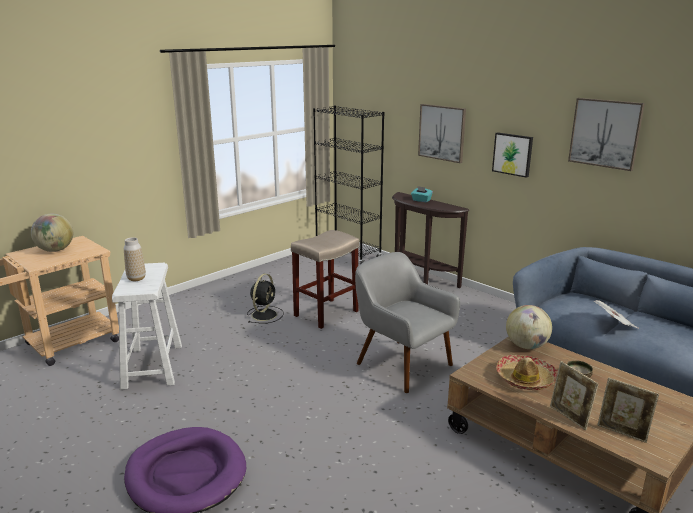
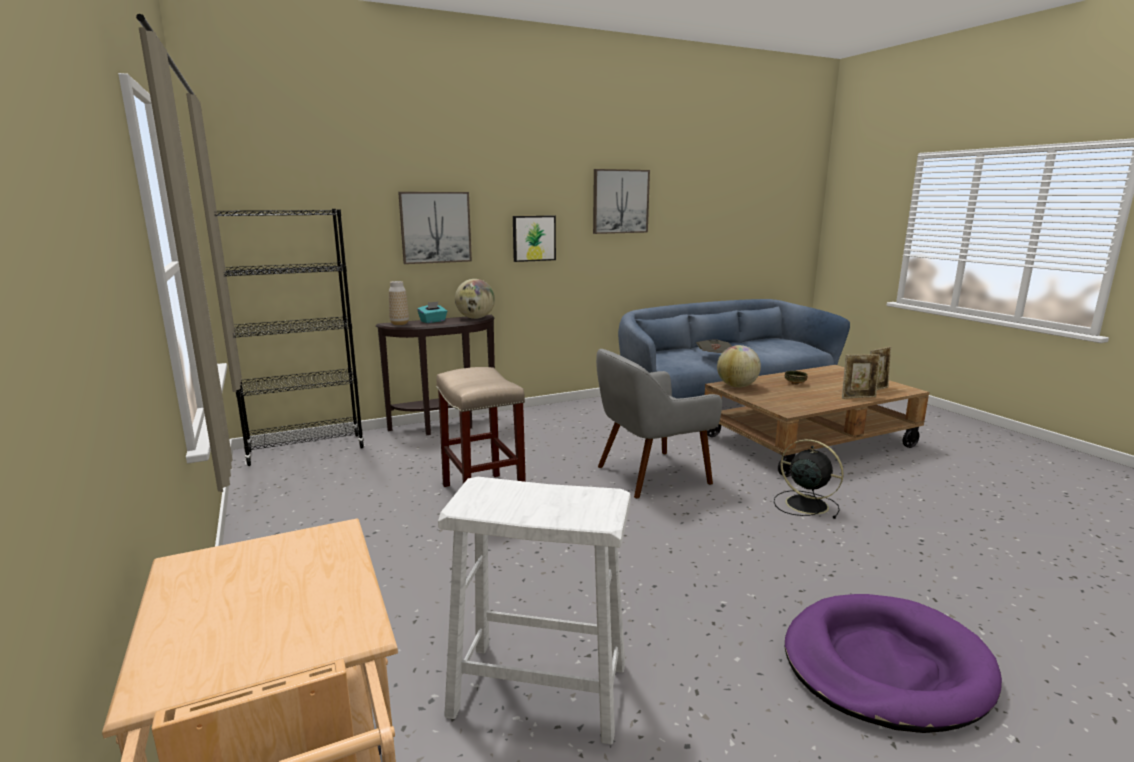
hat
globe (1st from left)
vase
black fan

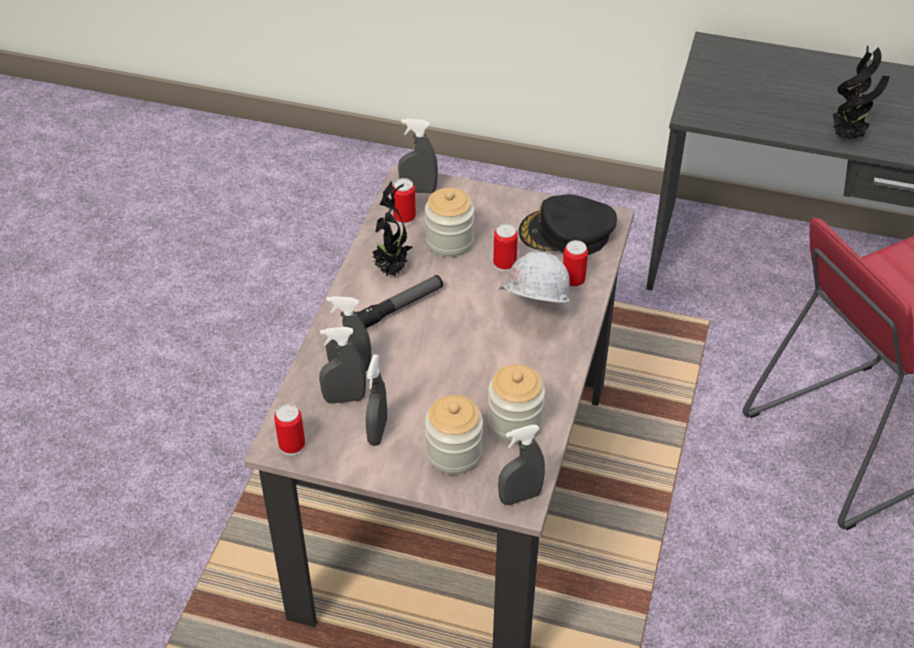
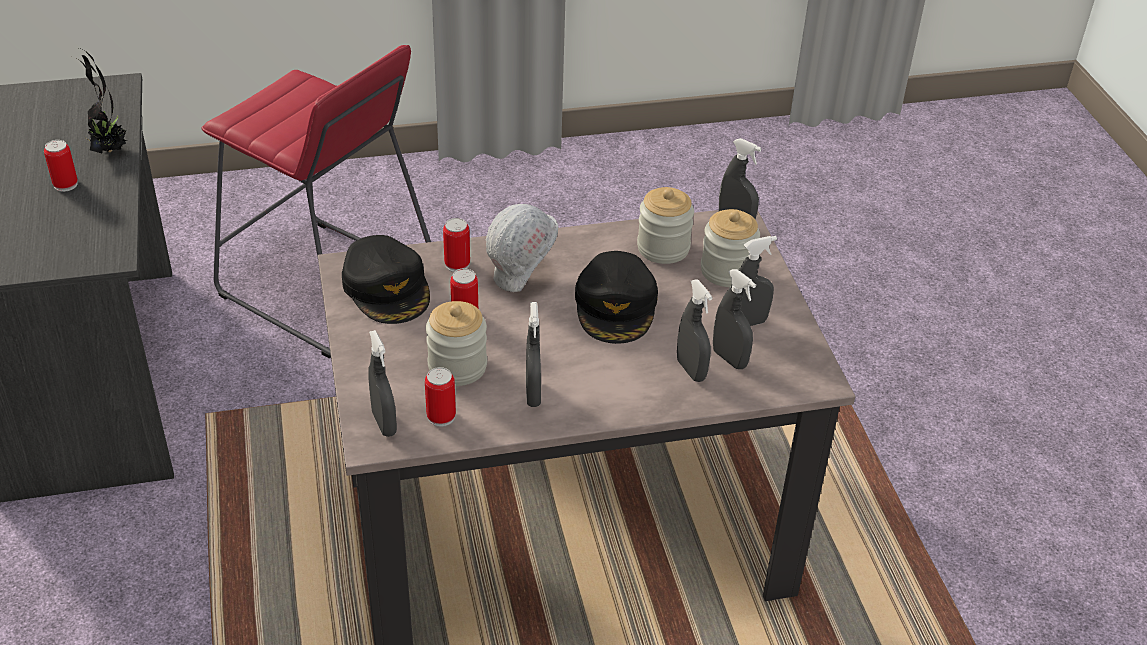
flashlight
black cap (2nd from left)
can (1st from left)
grey spray bottle (2nd from left)

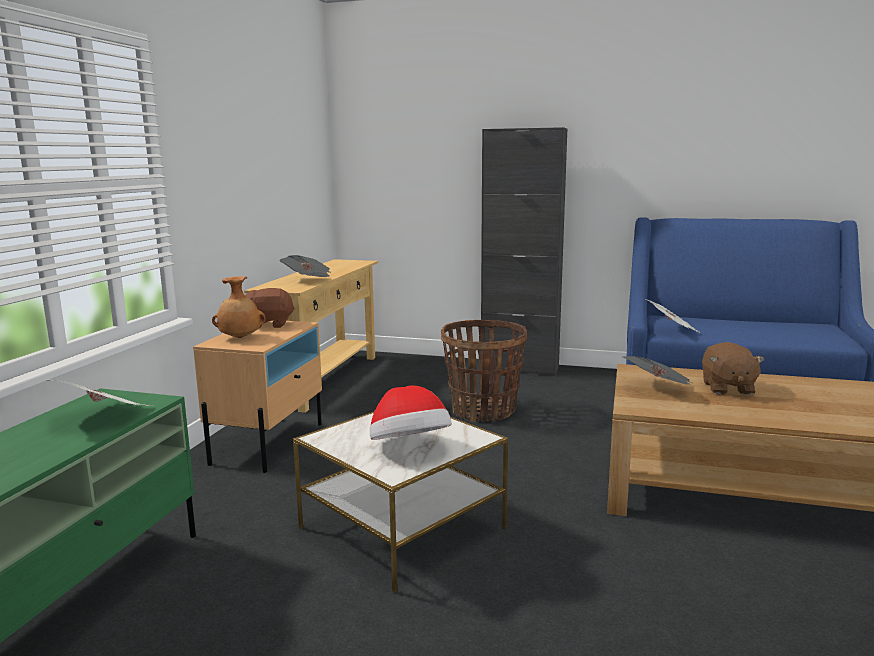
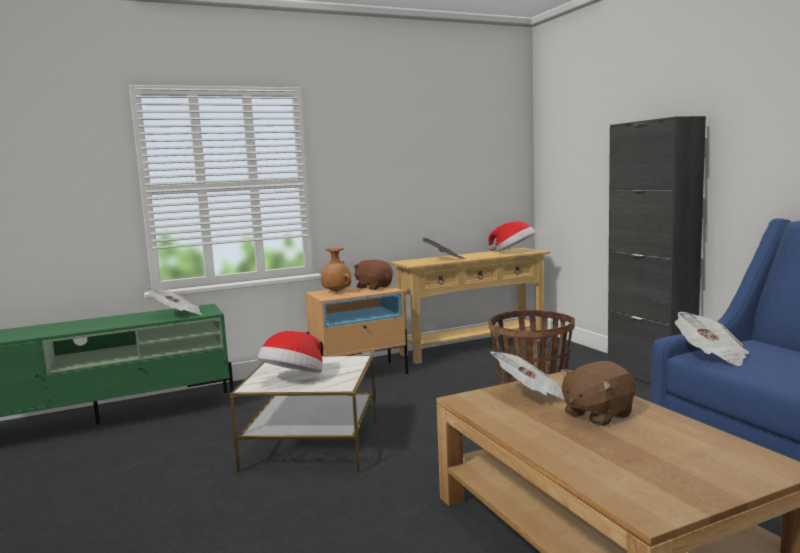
hat (2nd from left)

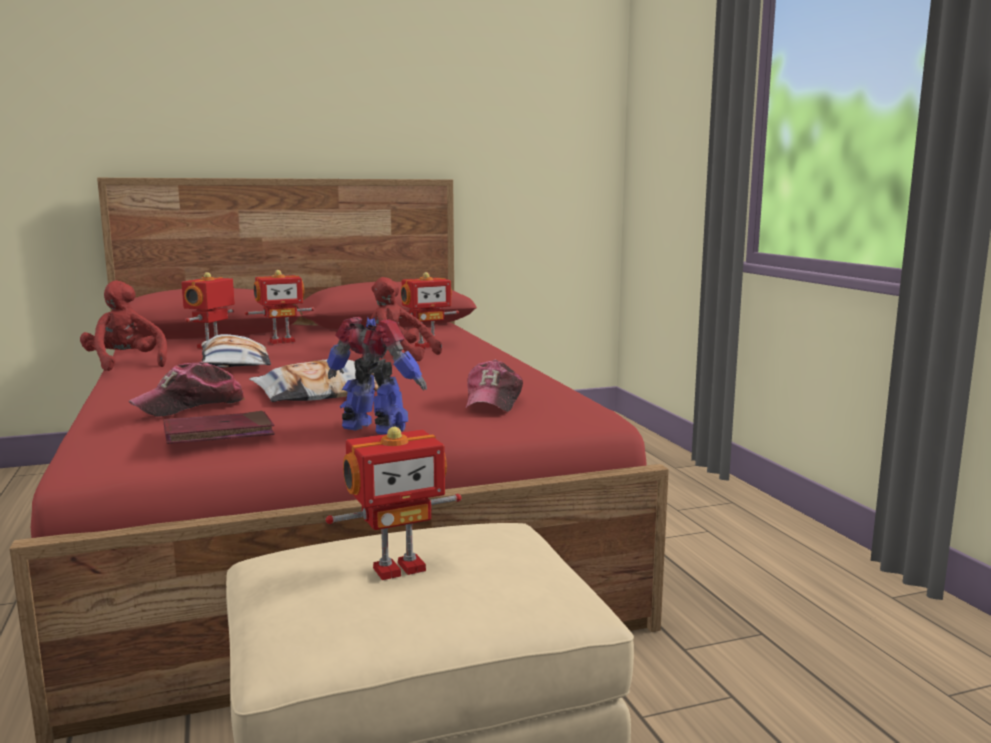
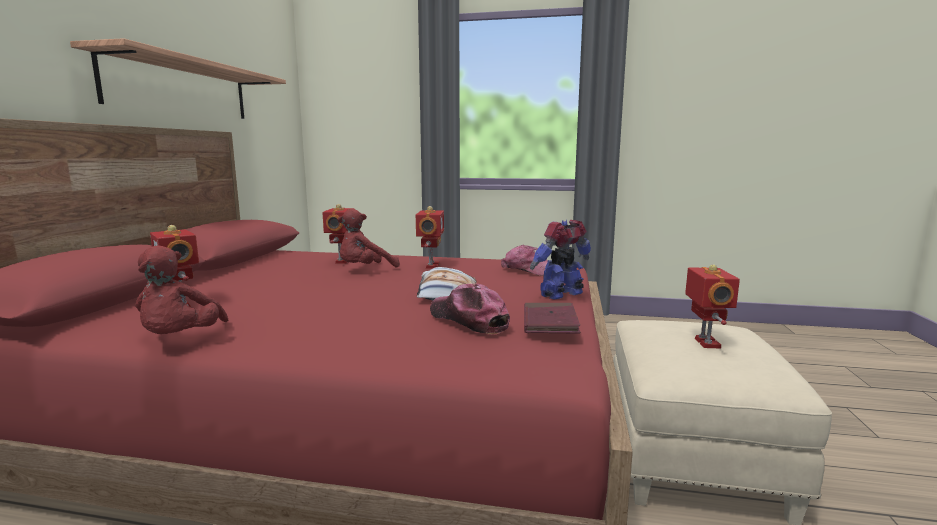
pillow (1st from left in the first image)
shelf
toy robot (3rd from left)
red plush toy (1st from left)
cap (1st from left)

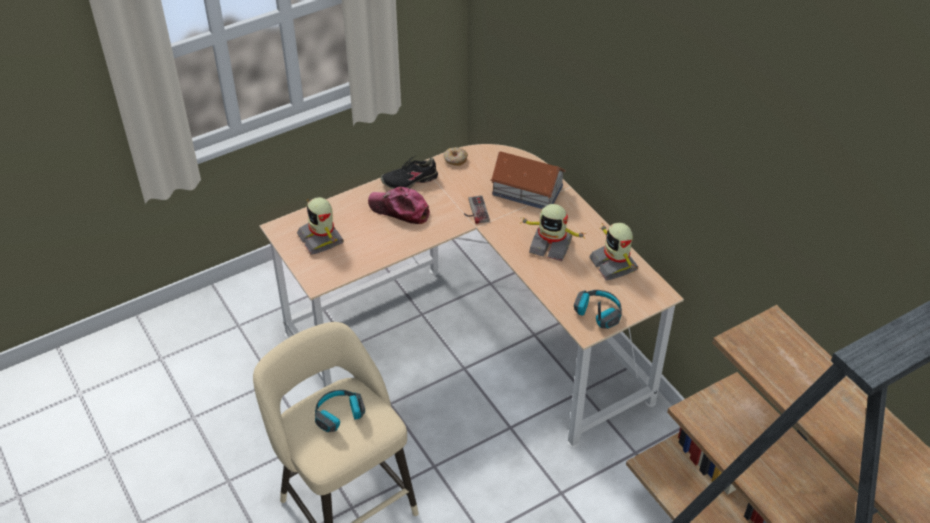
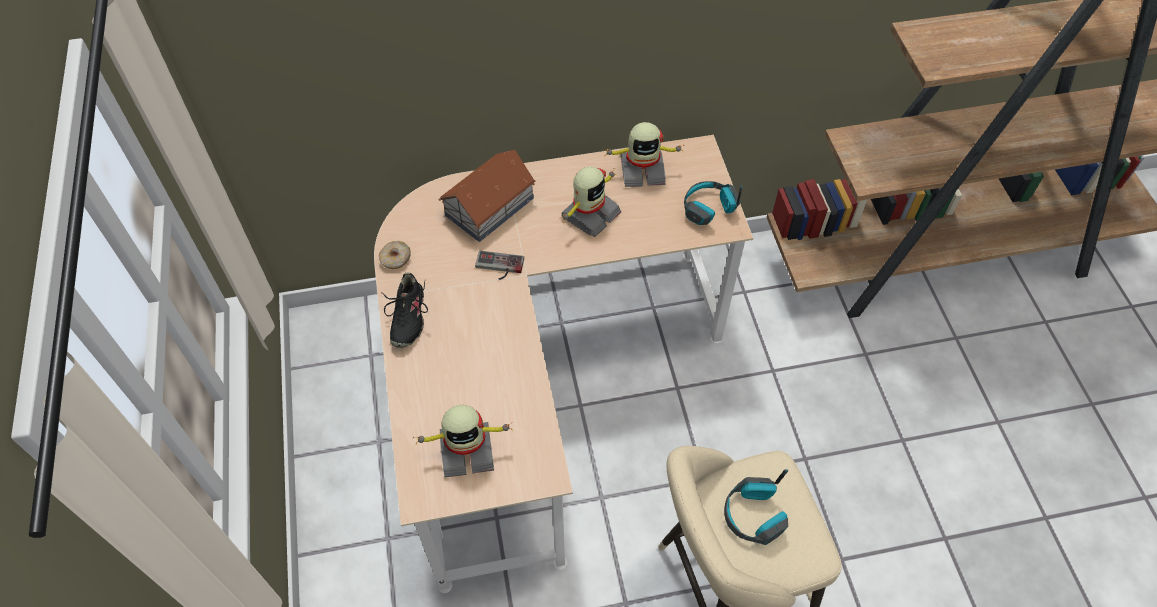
cap

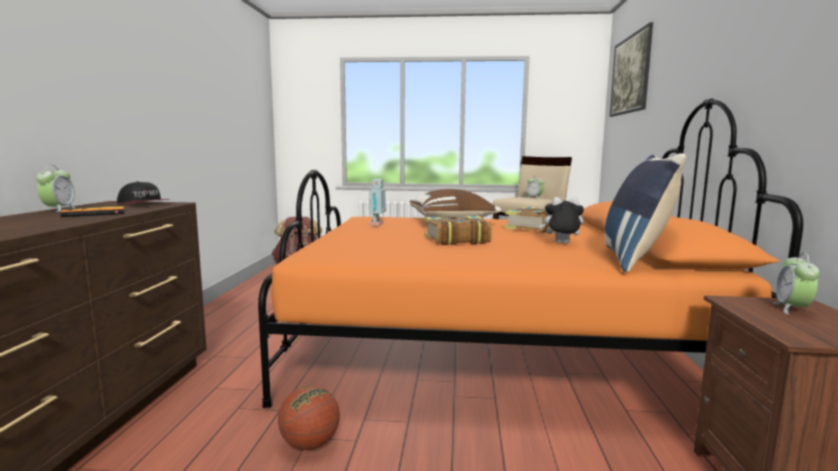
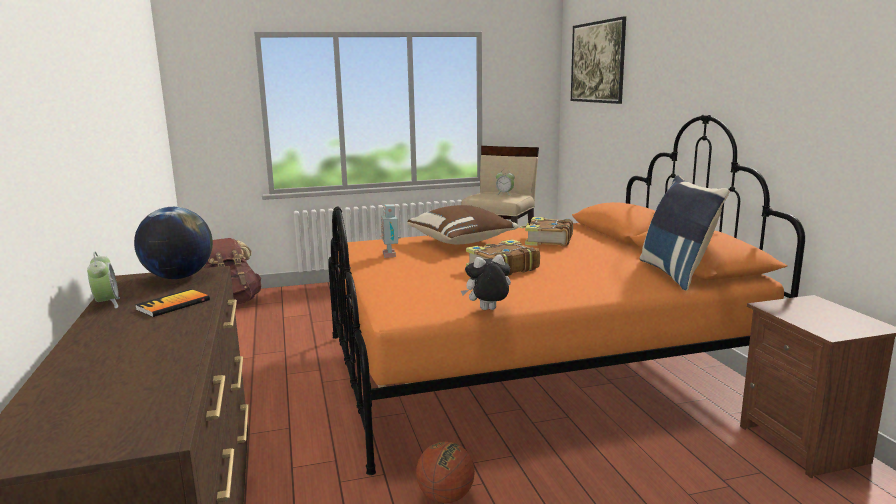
alarm clock (3rd from left in the first image)
plush toy
globe

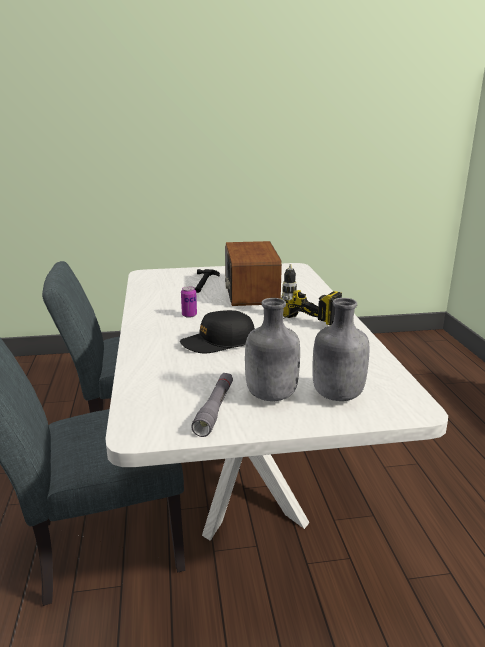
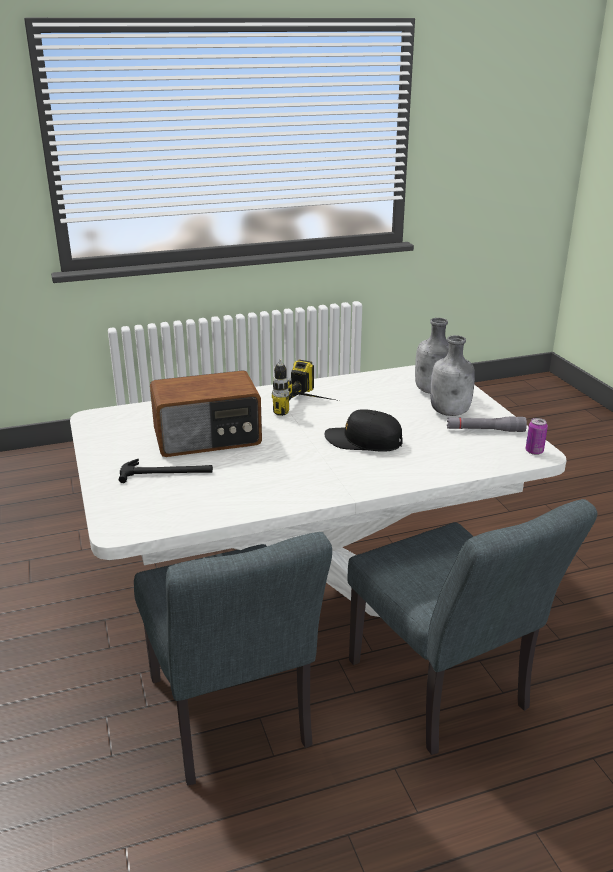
can
black cap

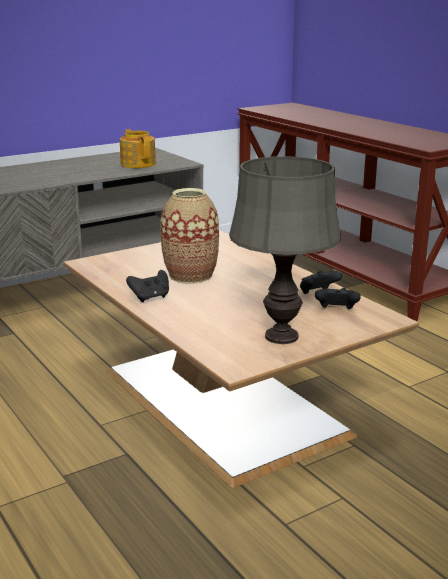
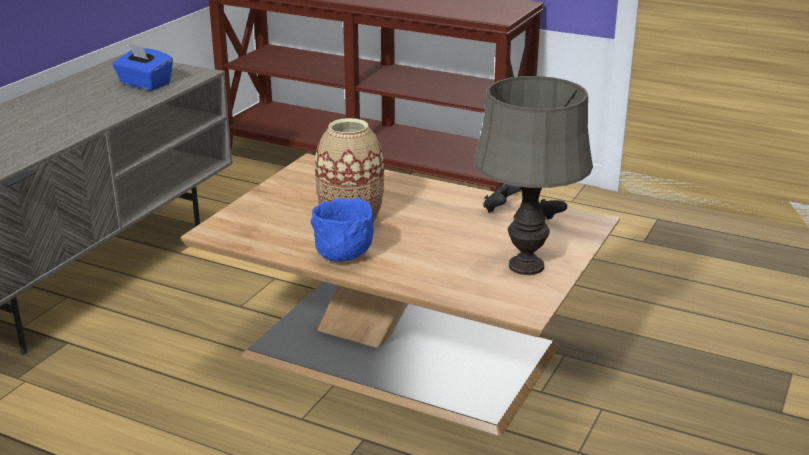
blue tissue box
blue bowl

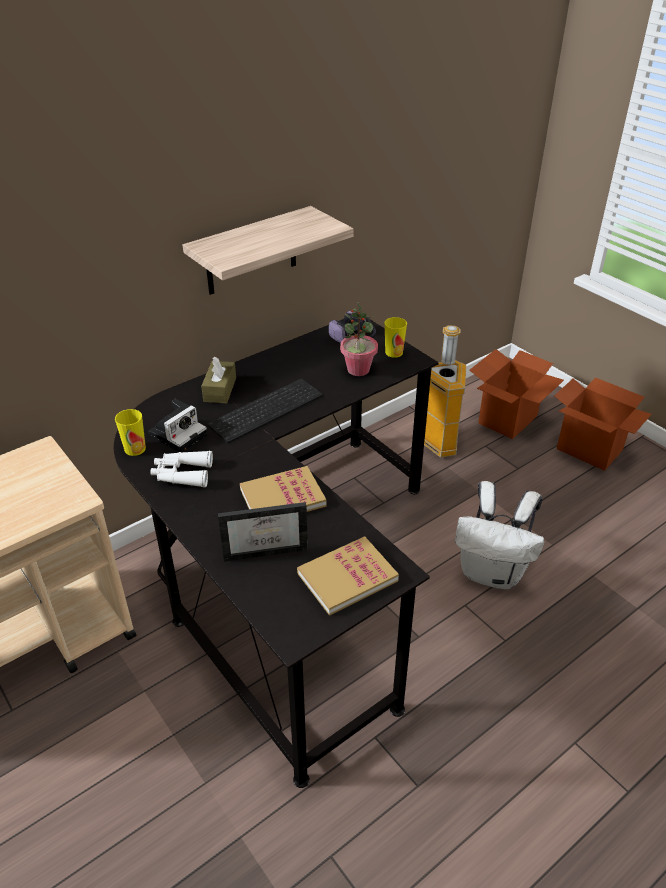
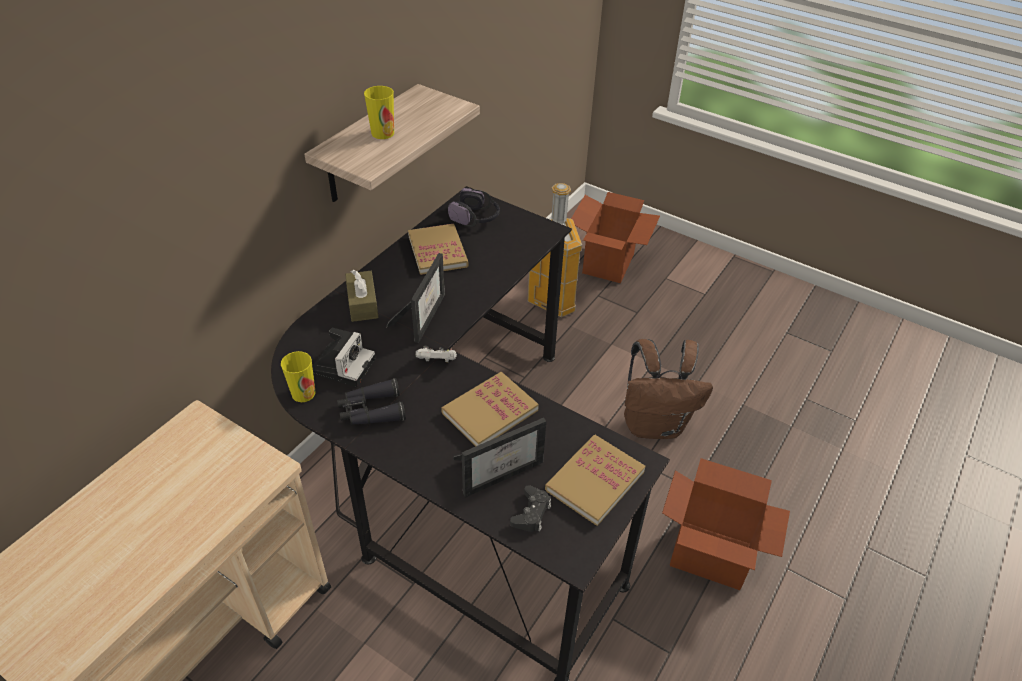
potted plant
book (1st from left)
white game controller
black game controller
cup (2nd from left)
cardboard box (2nd from left)
picture frame (1st from left)
black binoculars
brown backpack

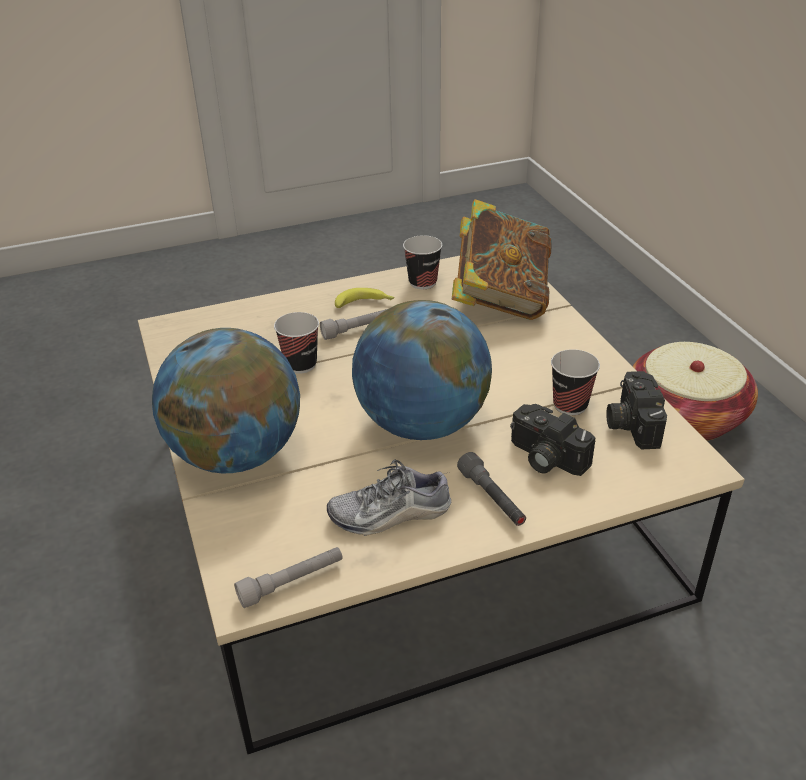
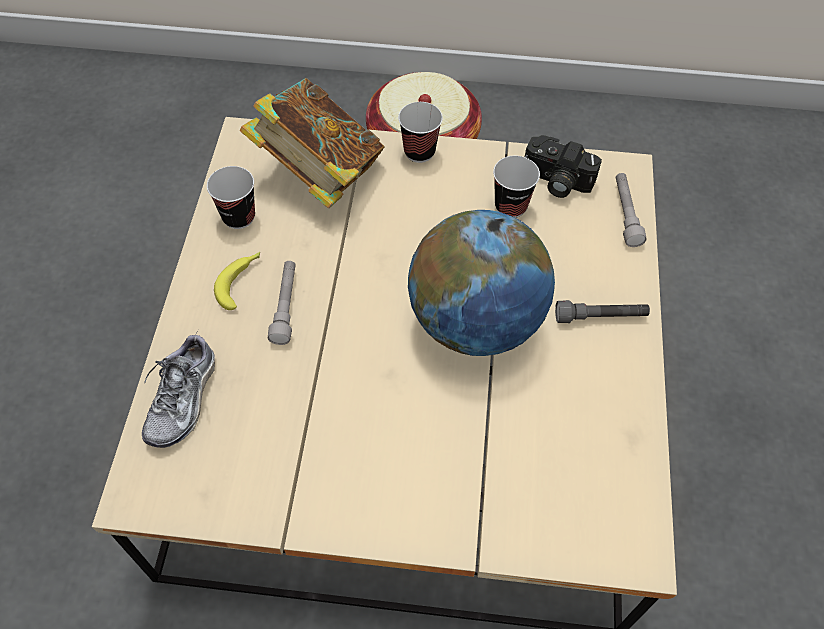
globe (1st from left in the first image)
photo camera (1st from left in the first image)
grey flashlight (3rd from left)
cup (2nd from left)
shoe

